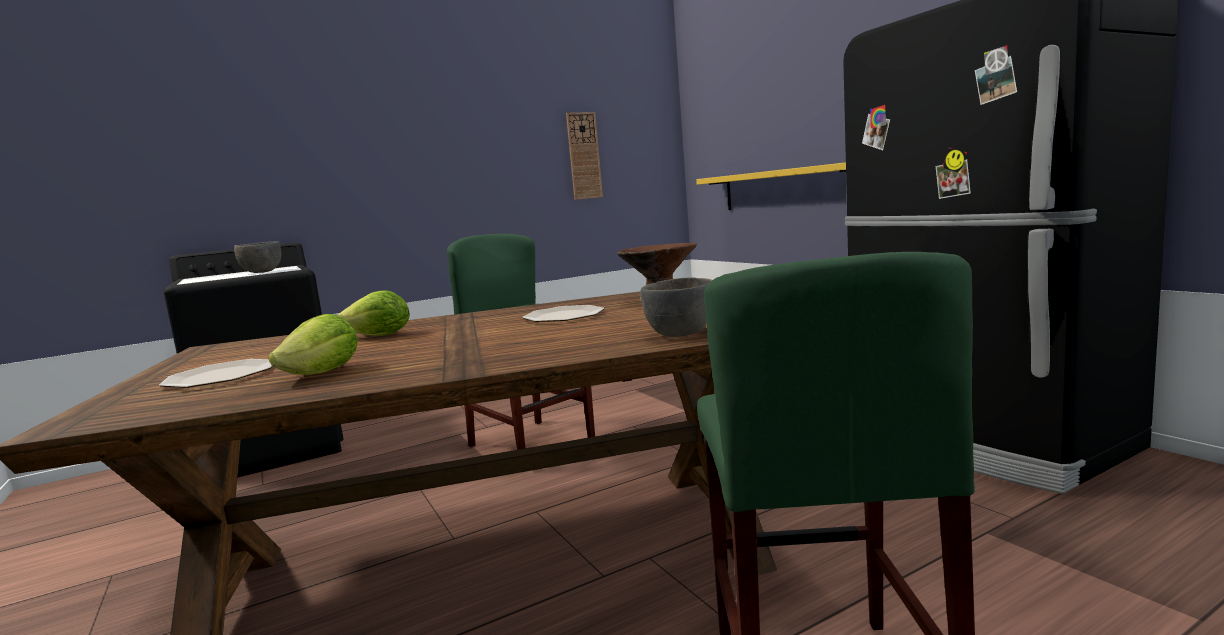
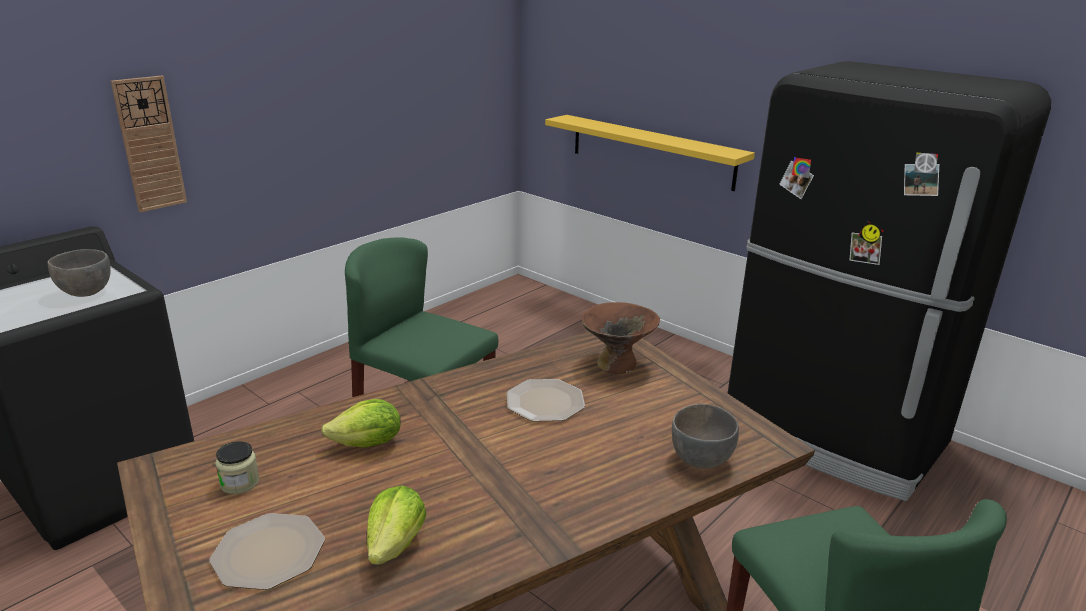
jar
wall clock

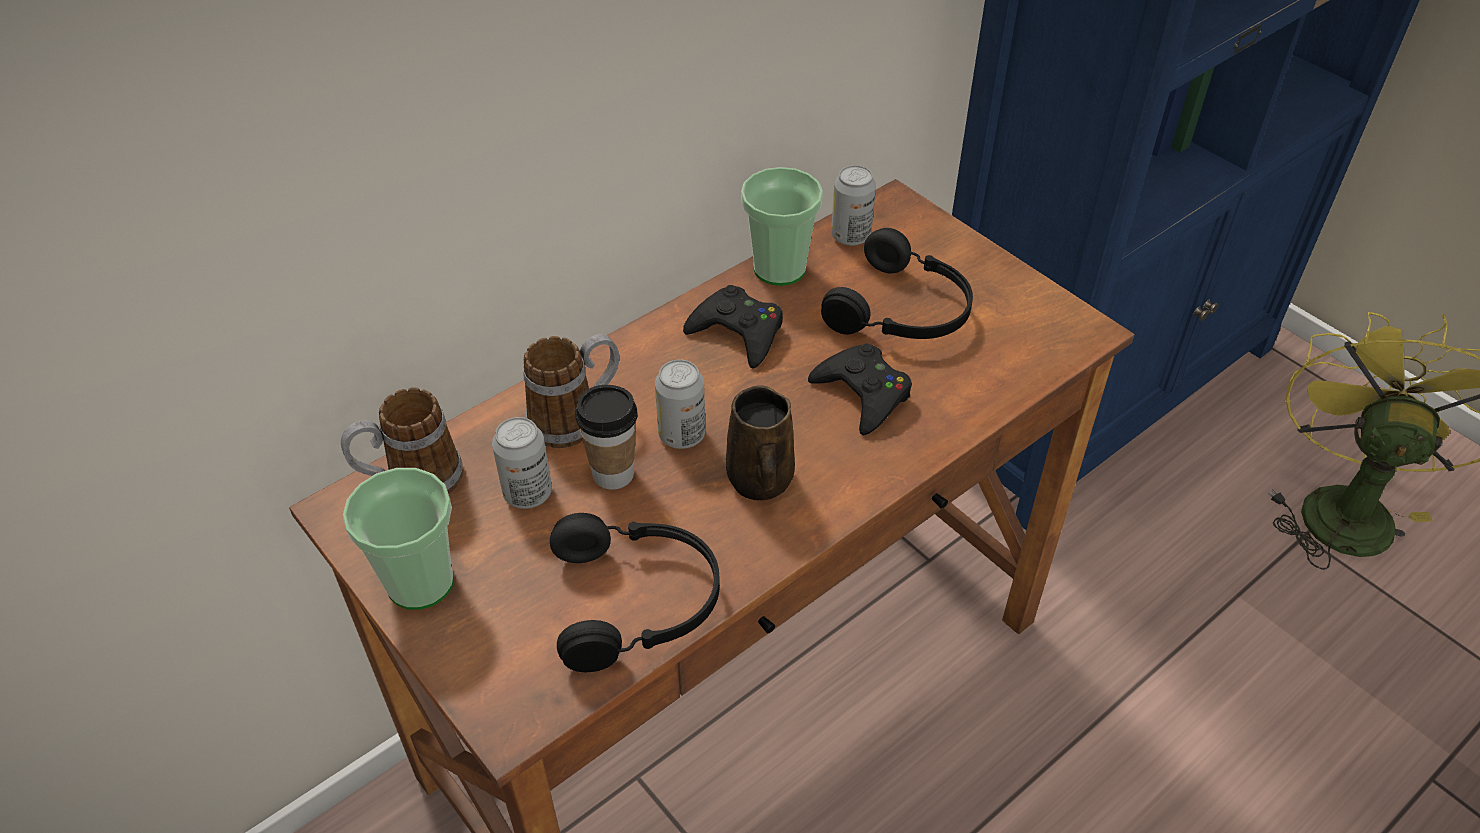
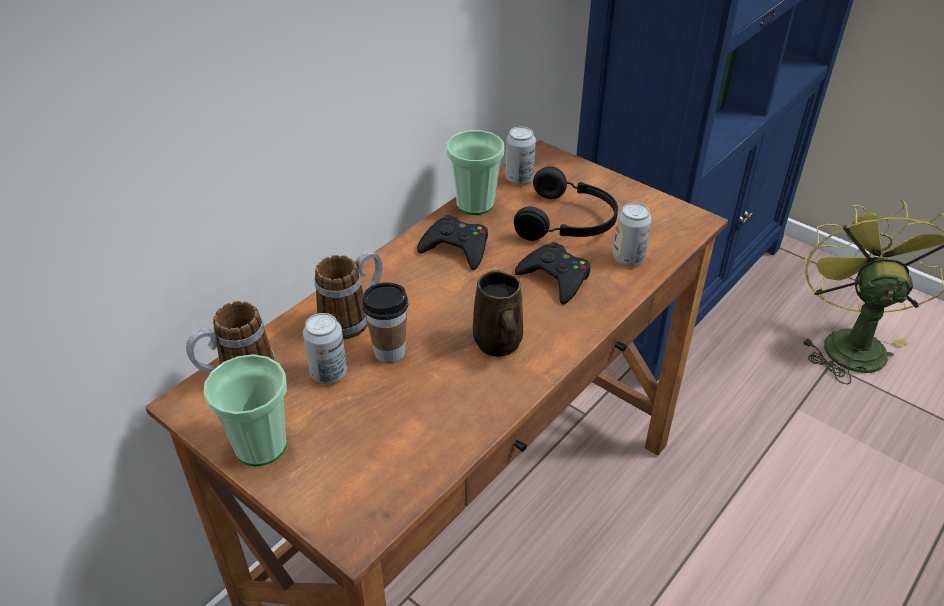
black headphones (1st from left in the first image)
can (3rd from left)

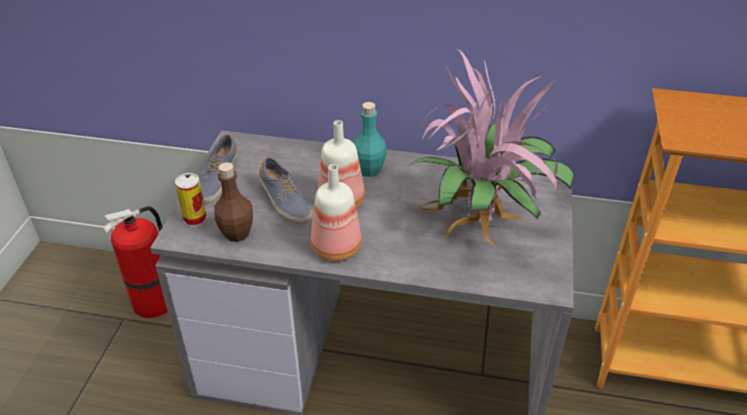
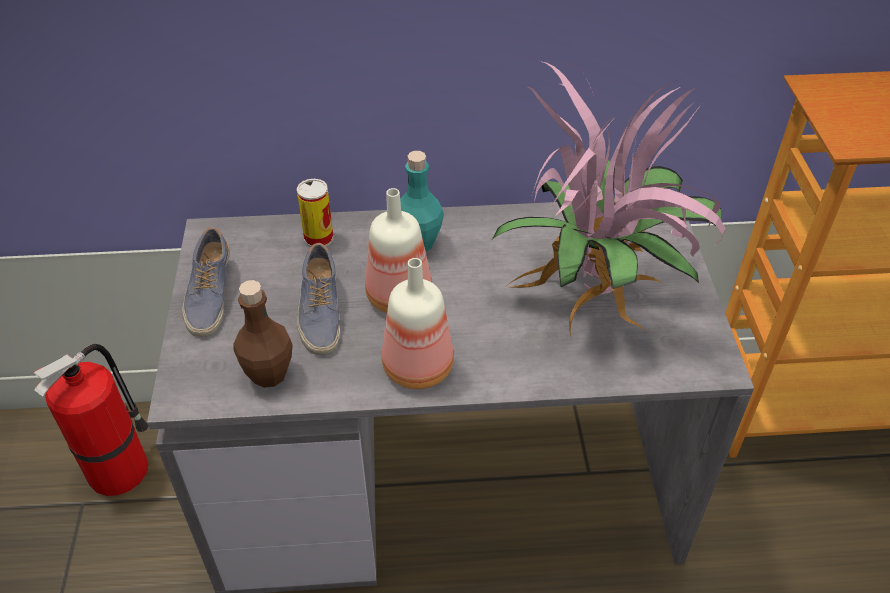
can
shoe (2nd from left)

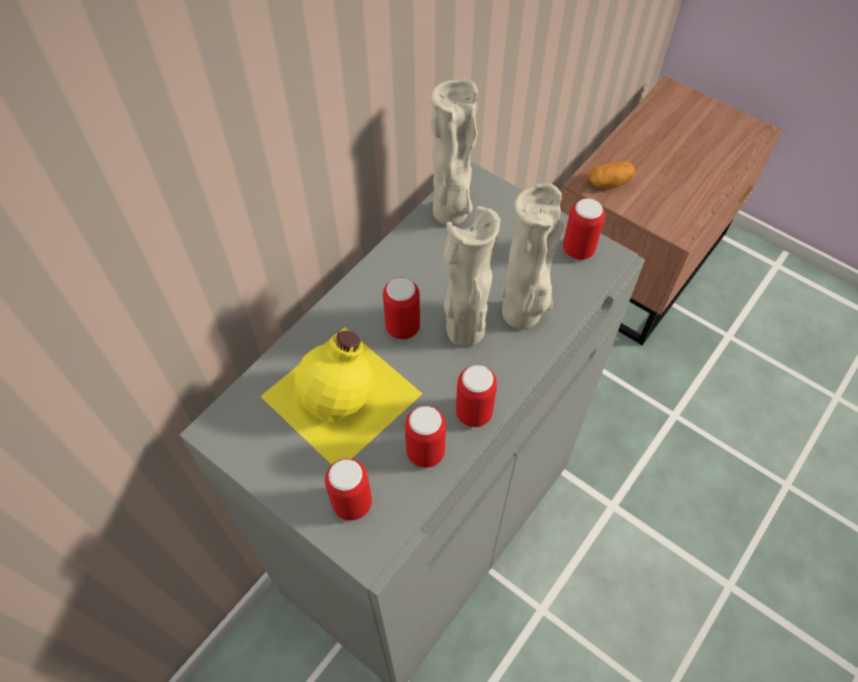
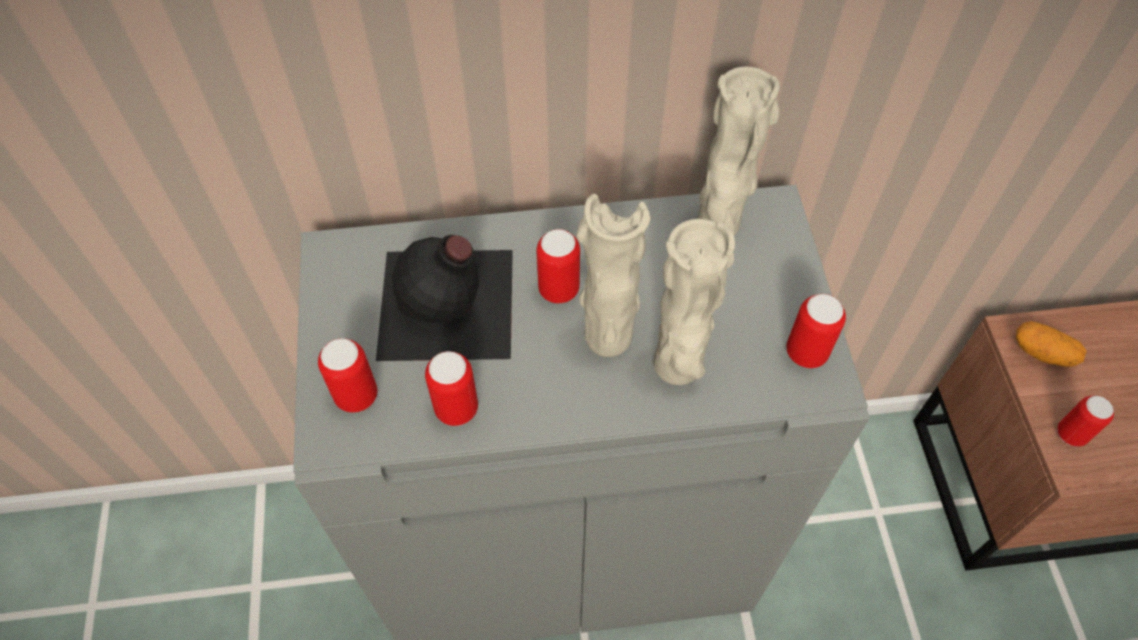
can (5th from left)
black bottle

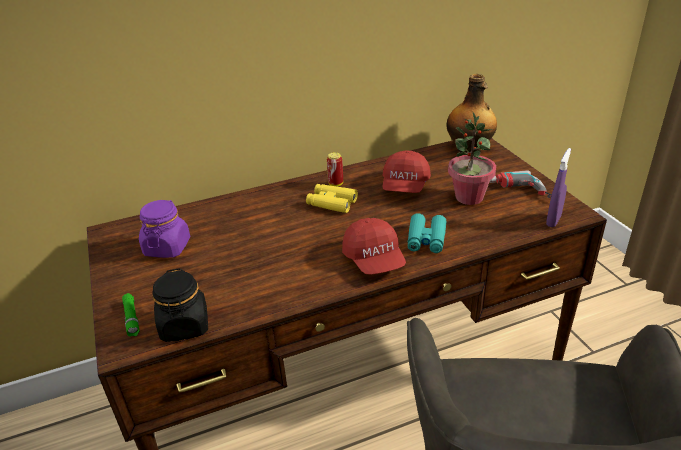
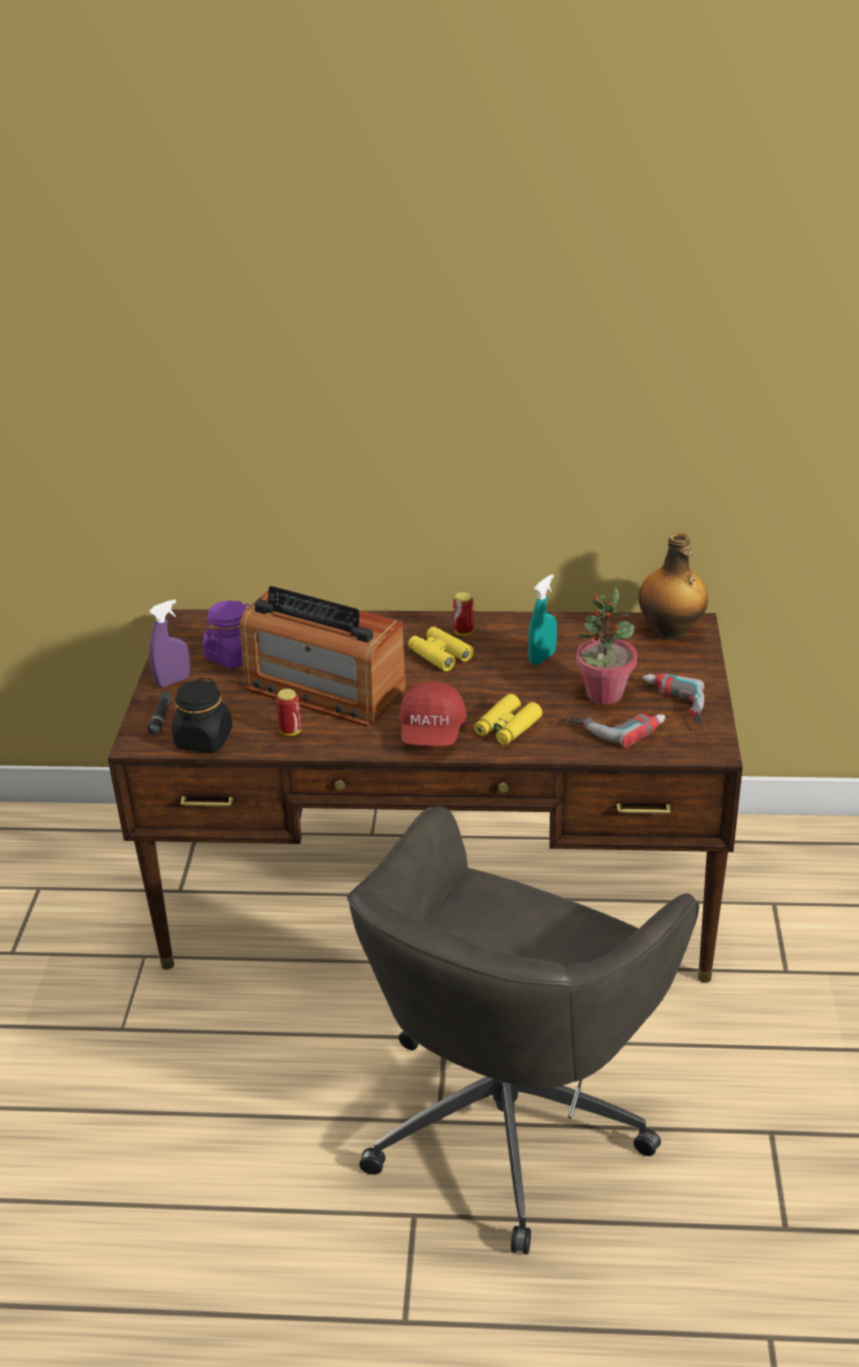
radio
can (1st from left)
power drill (1st from left)
purple spray bottle
turquoise spray bottle
black flashlight
yellow binoculars (2nd from left)

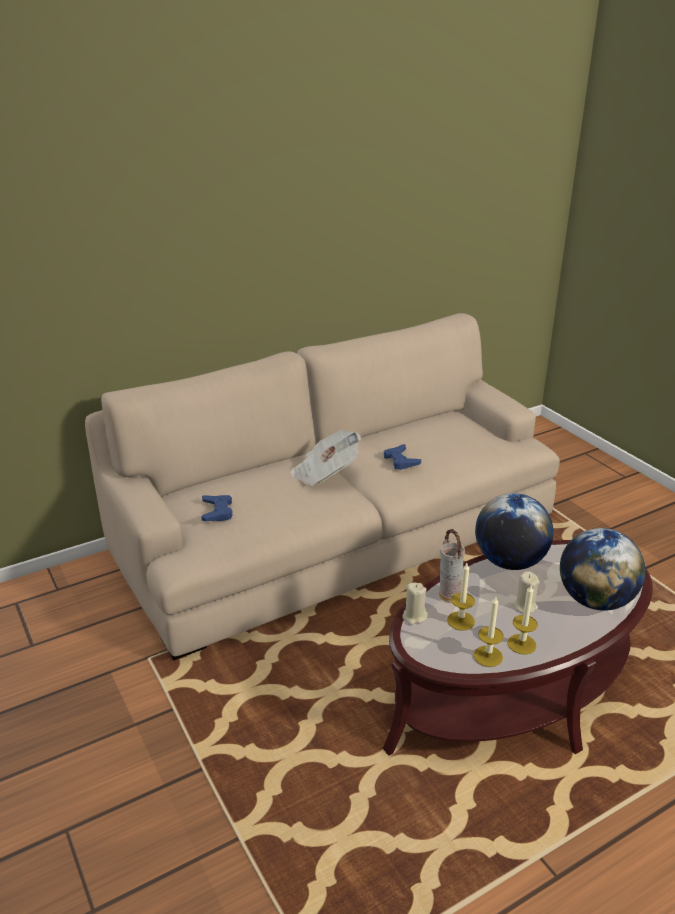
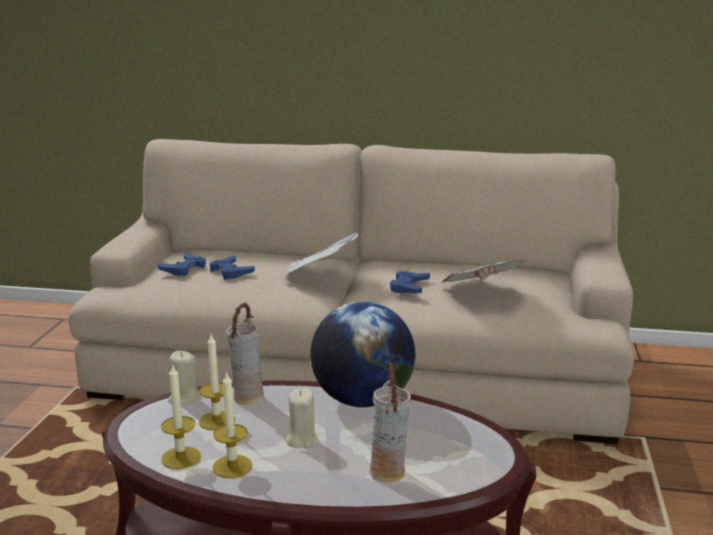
blue game controller (2nd from left)
newspaper (2nd from left)
vase (2nd from left)

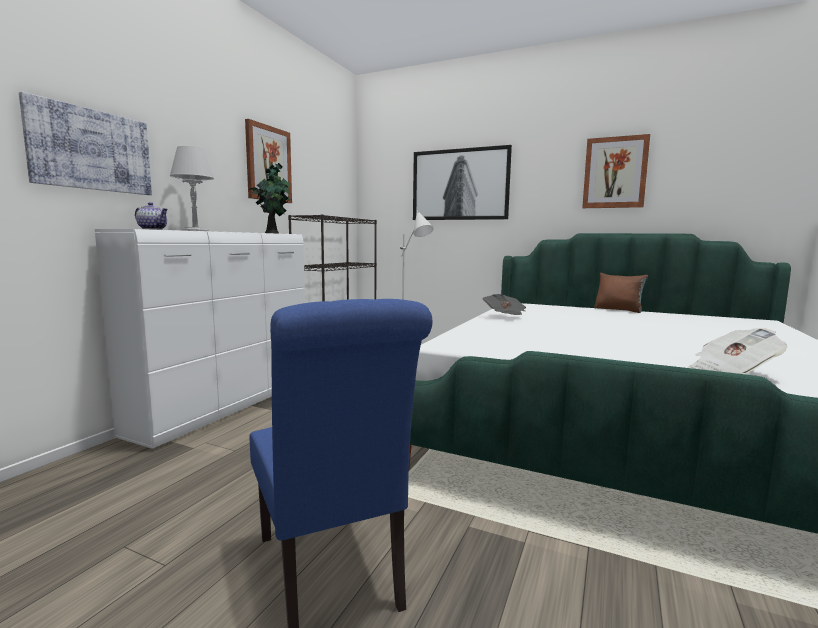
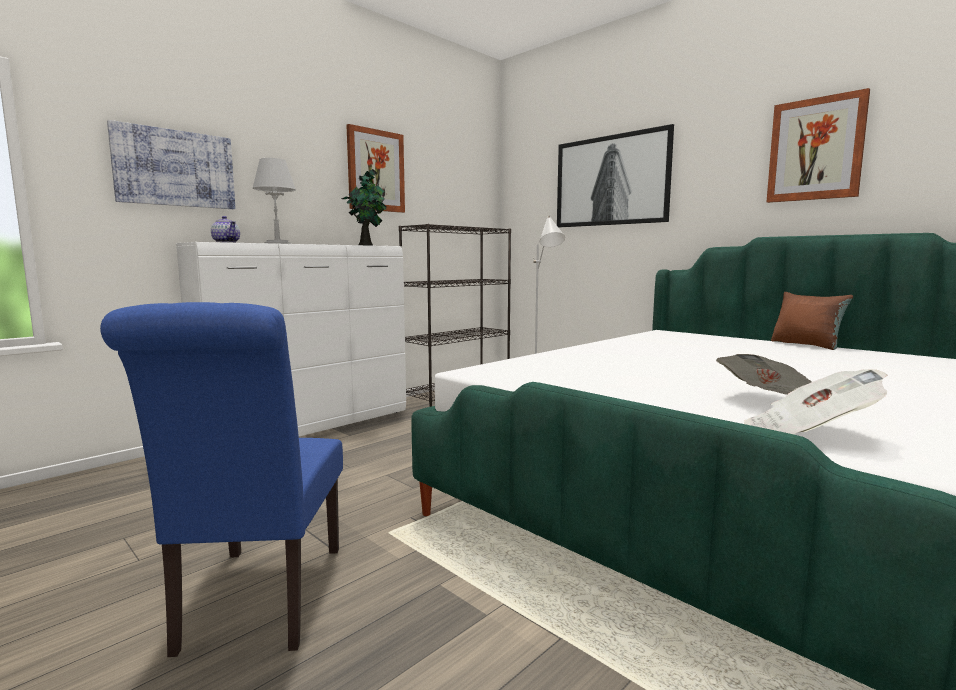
newspaper (1st from left)

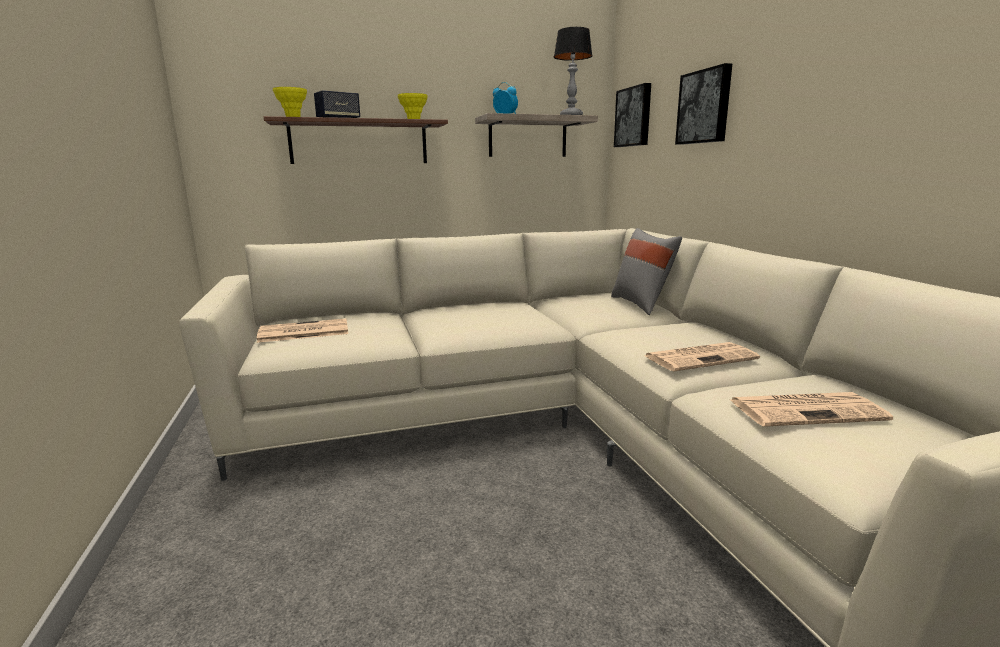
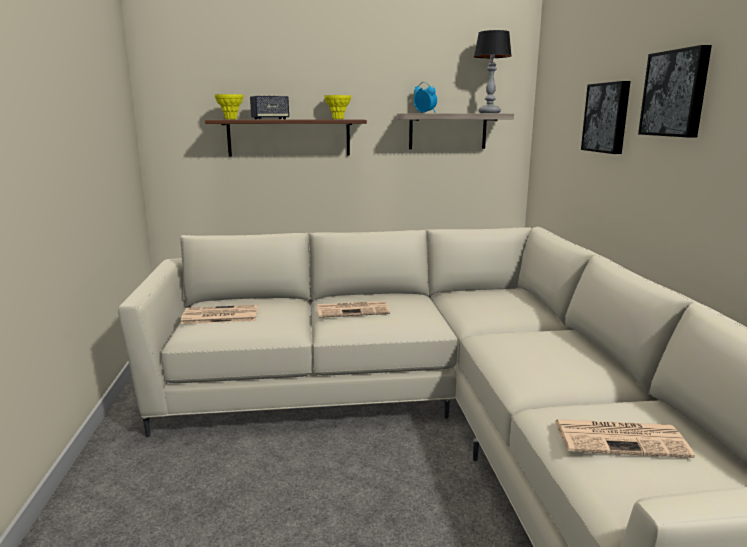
grey pillow
picture (2nd from left)
newspaper (2nd from left)

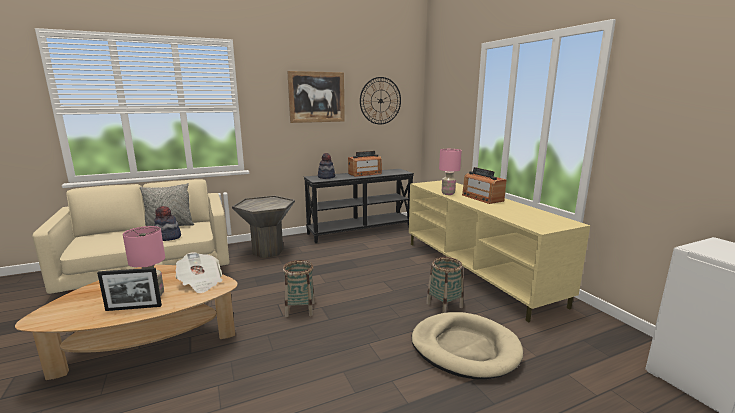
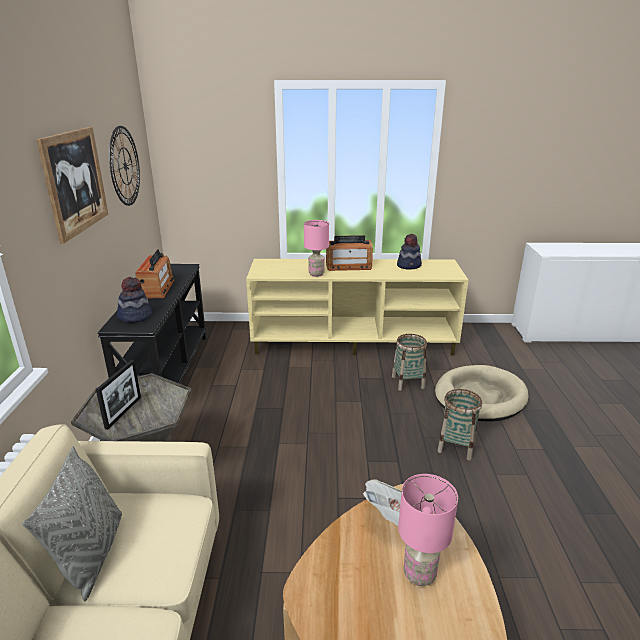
picture frame
hat (2nd from left)
basket (2nd from left)

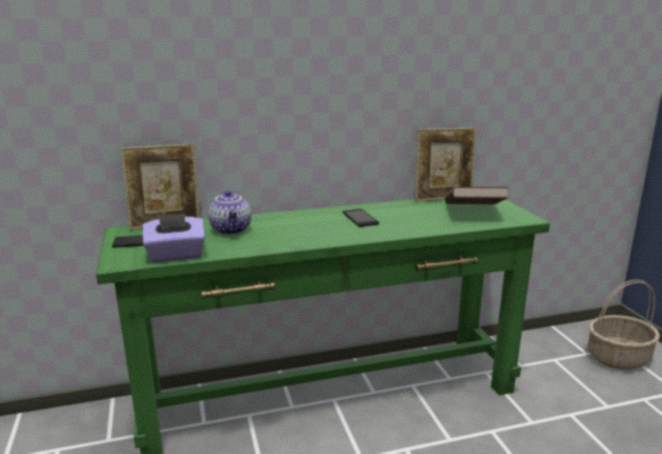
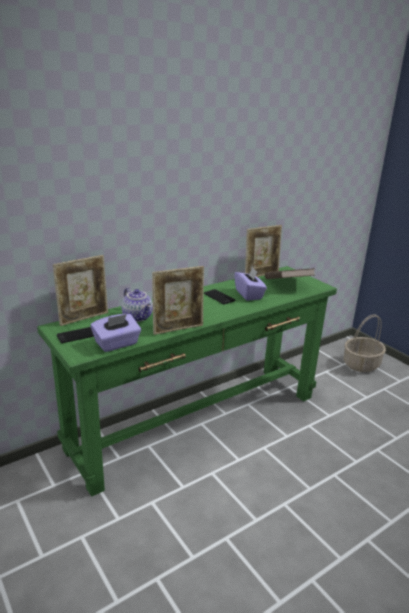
picture frame (2nd from left)
purple tissue box (2nd from left)

